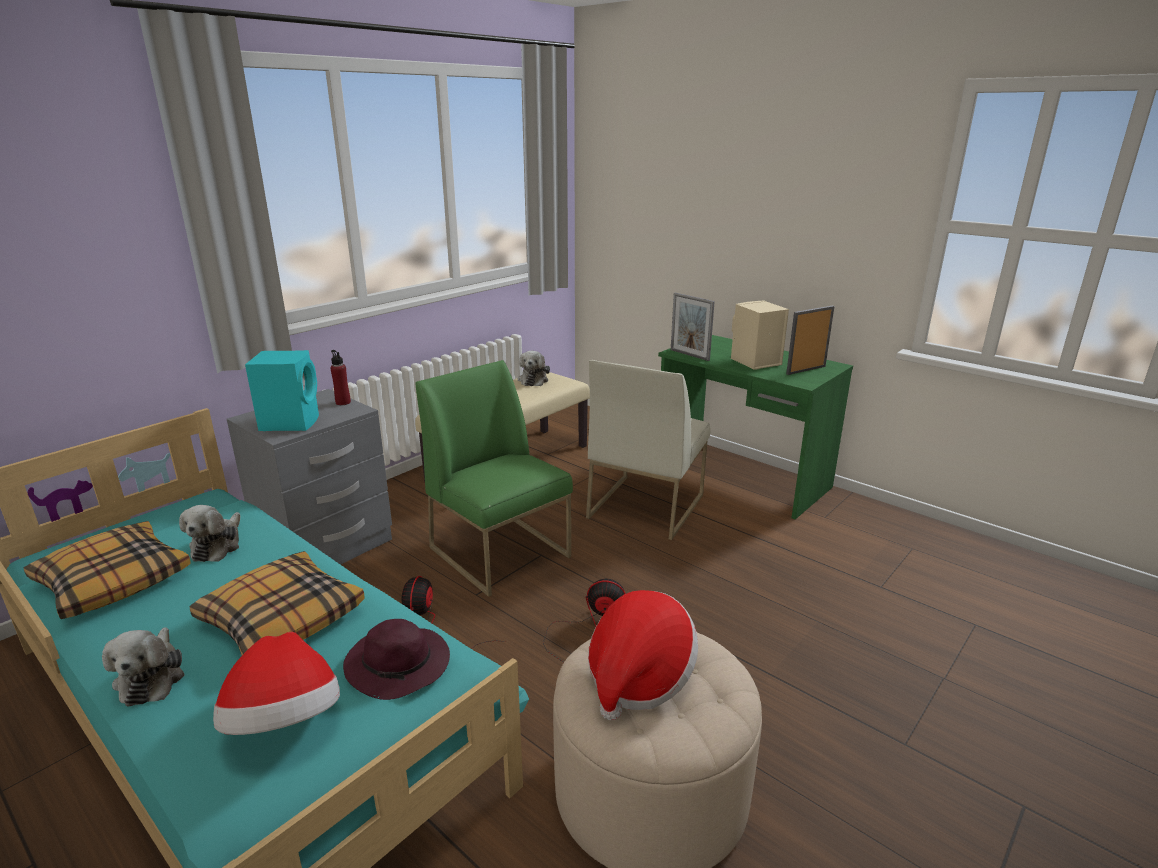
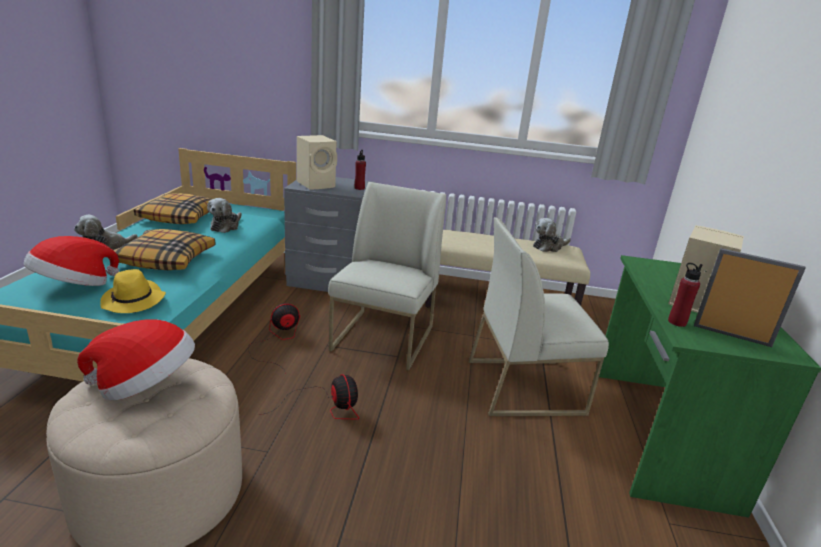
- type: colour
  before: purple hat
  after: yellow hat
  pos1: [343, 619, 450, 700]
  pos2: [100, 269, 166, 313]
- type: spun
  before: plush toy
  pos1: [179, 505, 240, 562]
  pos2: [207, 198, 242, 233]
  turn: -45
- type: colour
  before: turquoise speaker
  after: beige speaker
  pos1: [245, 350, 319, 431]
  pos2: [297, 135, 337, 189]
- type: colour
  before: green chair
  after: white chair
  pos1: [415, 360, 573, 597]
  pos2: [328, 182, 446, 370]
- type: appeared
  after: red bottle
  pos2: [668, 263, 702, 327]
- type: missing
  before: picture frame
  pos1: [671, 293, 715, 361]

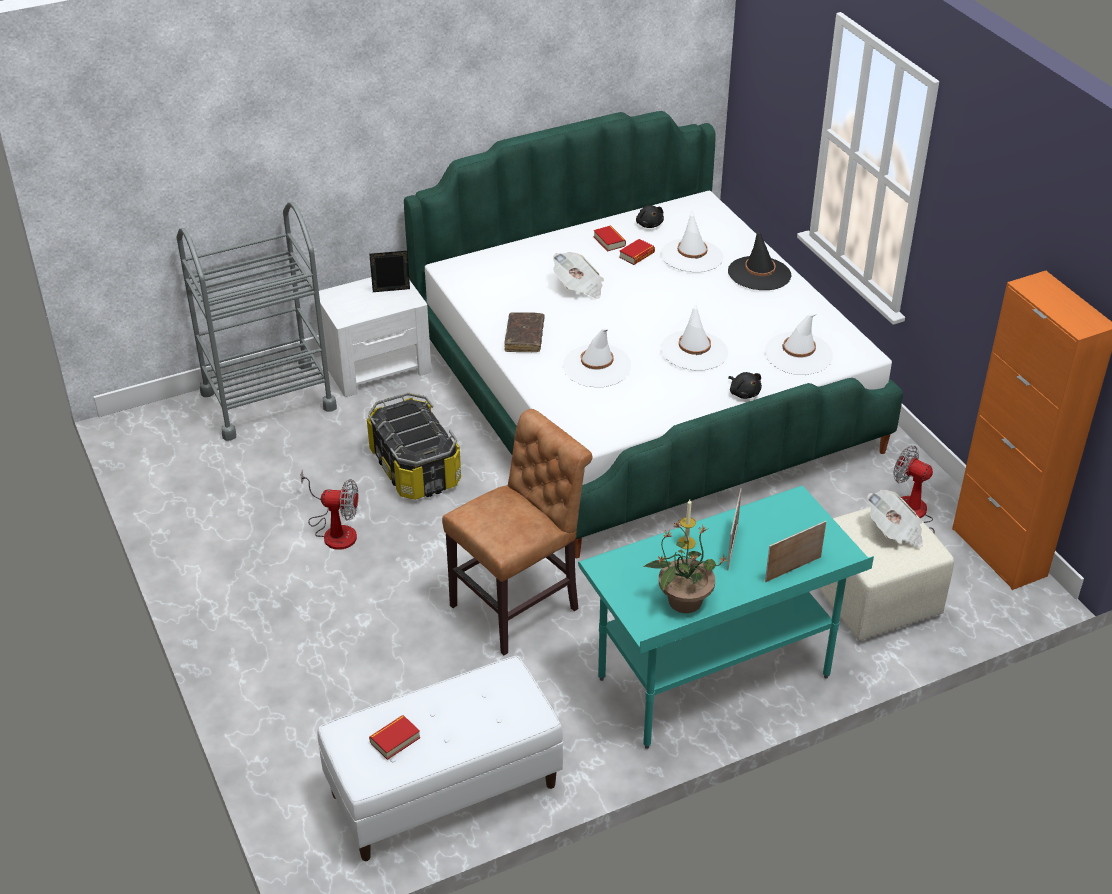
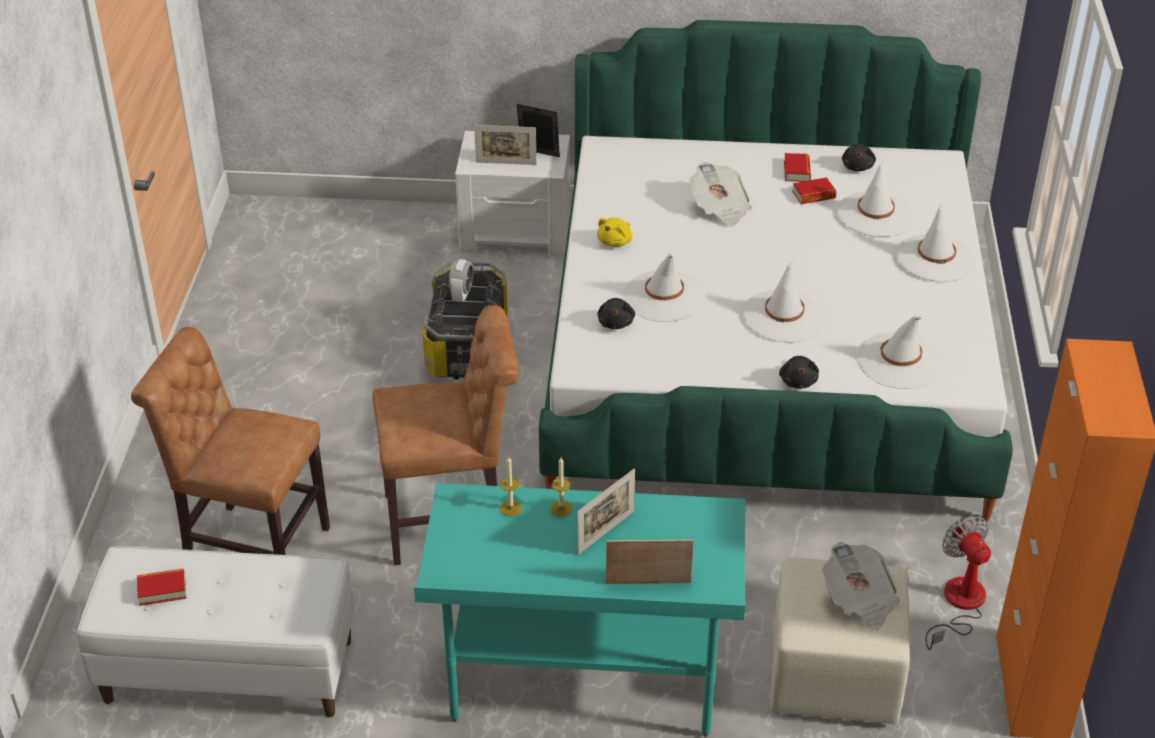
- type: appeared
  after: brown chair
  pos2: [131, 327, 330, 555]
- type: appeared
  after: alarm clock
  pos2: [449, 259, 473, 302]
- type: appeared
  after: picture frame
  pos2: [474, 125, 537, 165]
- type: appeared
  after: candle
  pos2: [500, 457, 522, 516]
- type: exchanged
  before: brown book
  after: yellow plush toy
  pos1: [504, 312, 544, 352]
  pos2: [597, 217, 633, 247]
- type: appeared
  after: black plush toy
  pos2: [597, 298, 635, 329]
- type: colour
  before: black hat
  after: white hat
  pos1: [728, 229, 791, 290]
  pos2: [896, 202, 976, 282]
- type: missing
  before: grey cart
  pos1: [177, 202, 337, 441]
- type: missing
  before: fan
  pos1: [300, 469, 358, 550]
- type: missing
  before: potted plant
  pos1: [643, 520, 728, 613]

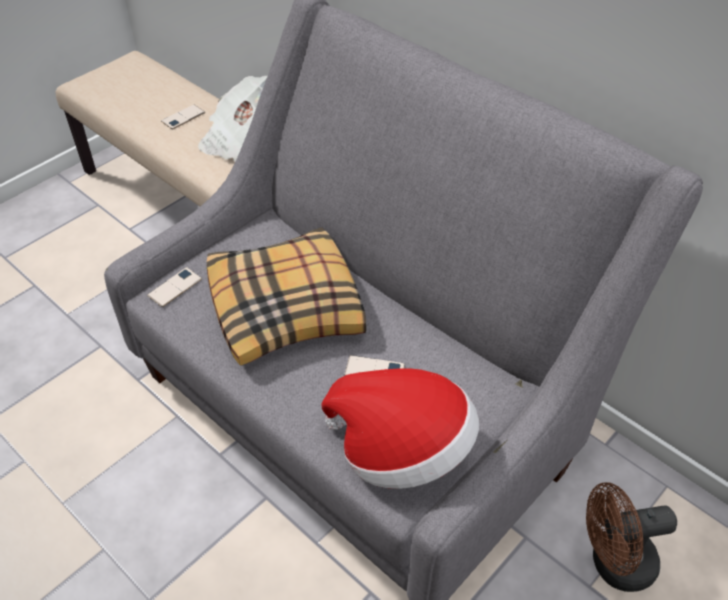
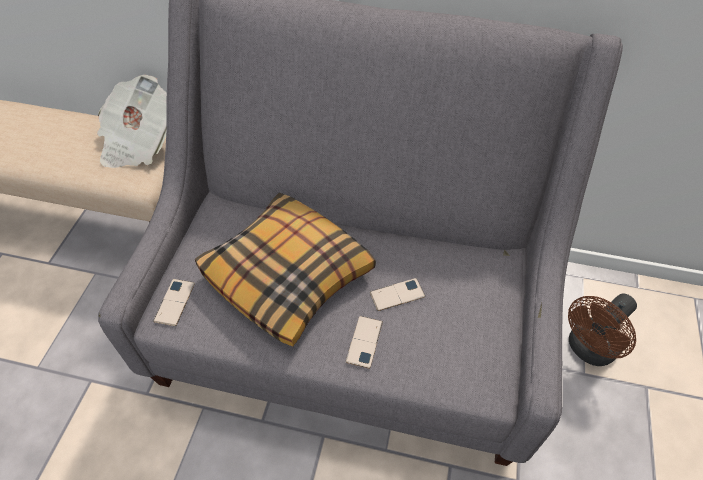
- type: relocated
  before: phone
  pos1: [161, 105, 205, 129]
  pos2: [346, 316, 383, 369]
- type: missing
  before: hat
  pos1: [321, 368, 479, 489]

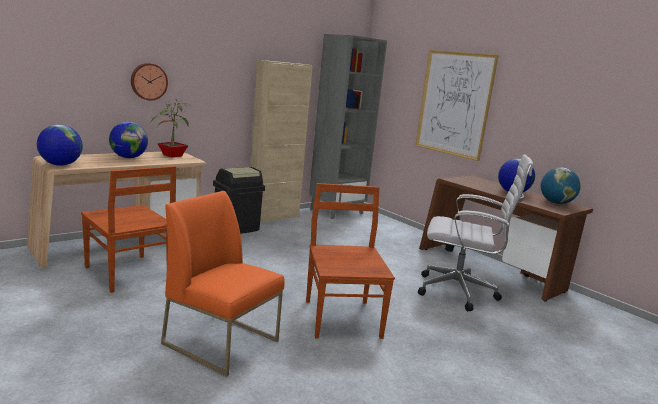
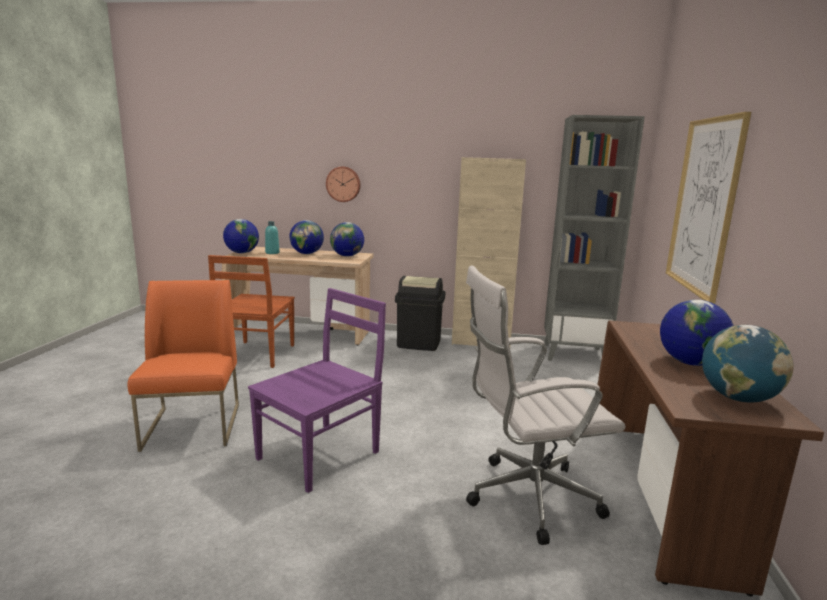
- type: colour
  before: brown chair
  after: purple chair
  pos1: [306, 183, 395, 339]
  pos2: [248, 288, 386, 493]
- type: appeared
  after: turquoise bottle
  pos2: [265, 221, 279, 254]
- type: exchanged
  before: potted plant
  after: globe
  pos1: [151, 100, 190, 157]
  pos2: [330, 222, 364, 257]
- type: spun
  before: white office chair
  pos1: [418, 154, 533, 311]
  pos2: [466, 265, 626, 545]
  turn: 105

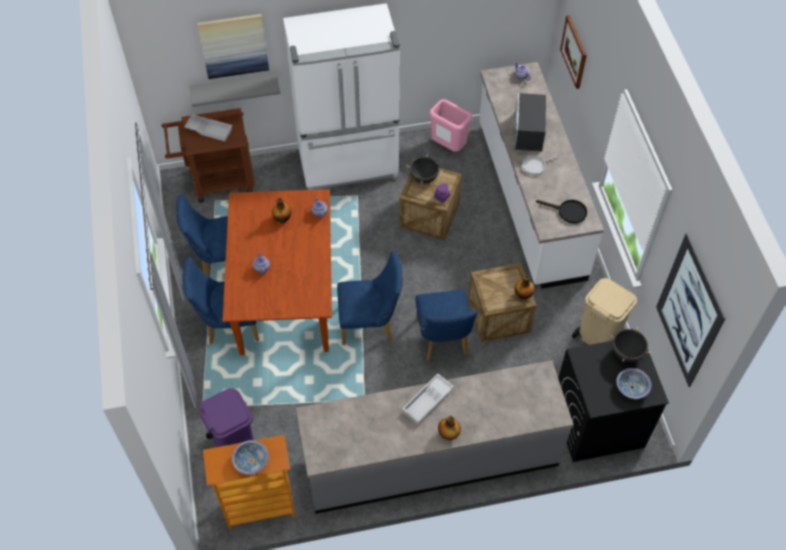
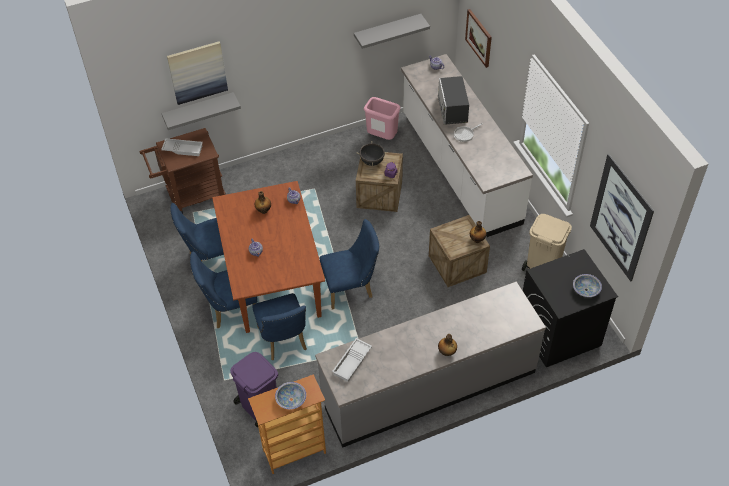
- type: relocated
  before: blue chair
  pos1: [415, 290, 478, 360]
  pos2: [252, 293, 307, 360]
- type: relocated
  before: white tray
  pos1: [402, 373, 454, 424]
  pos2: [332, 338, 372, 382]
- type: appeared
  after: grey shelf
  pos2: [354, 14, 430, 49]
- type: missing
  before: white fridge
  pos1: [283, 3, 400, 190]
- type: missing
  before: black frying pan
  pos1: [536, 200, 587, 223]
- type: missing
  before: black cooking pot
  pos1: [610, 327, 651, 362]

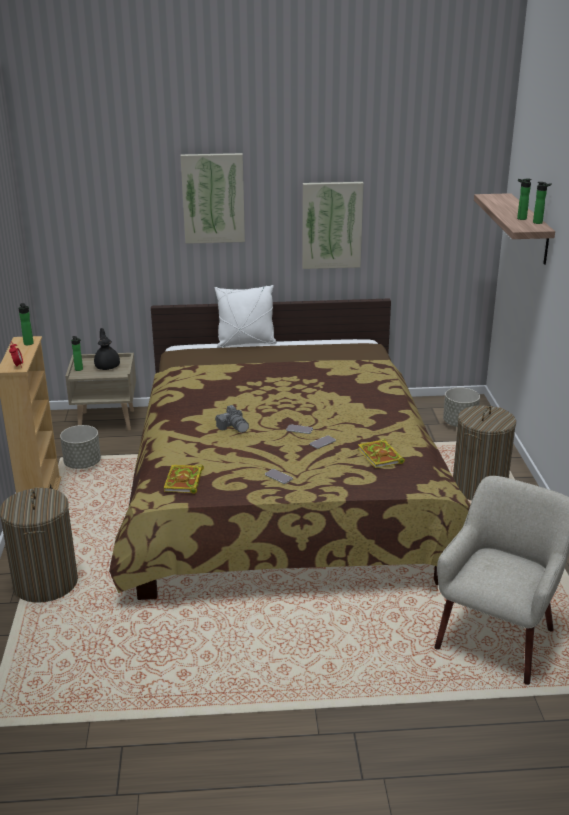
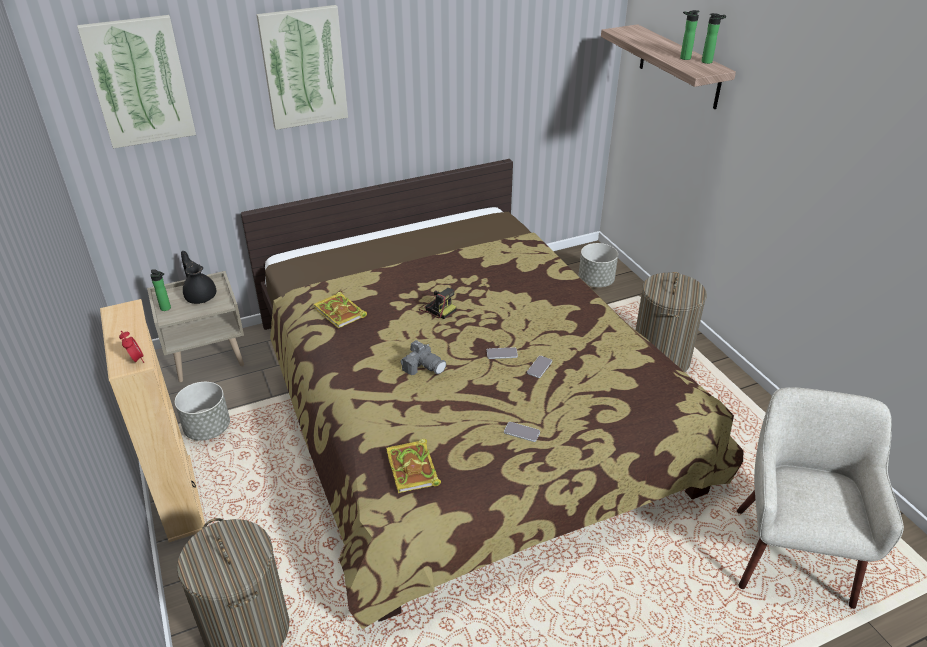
- type: relocated
  before: picture
  pos1: [302, 182, 363, 269]
  pos2: [77, 15, 196, 149]
- type: relocated
  before: book
  pos1: [358, 438, 405, 468]
  pos2: [314, 292, 367, 328]
- type: appeared
  after: photo camera
  pos2: [419, 288, 456, 319]
- type: missing
  before: bottle
  pos1: [18, 303, 34, 345]
- type: missing
  before: white pillow
  pos1: [215, 285, 277, 348]

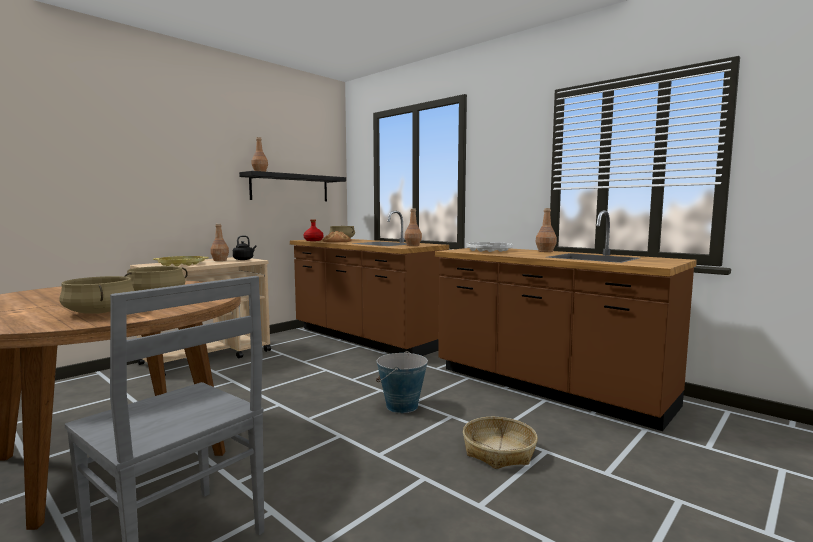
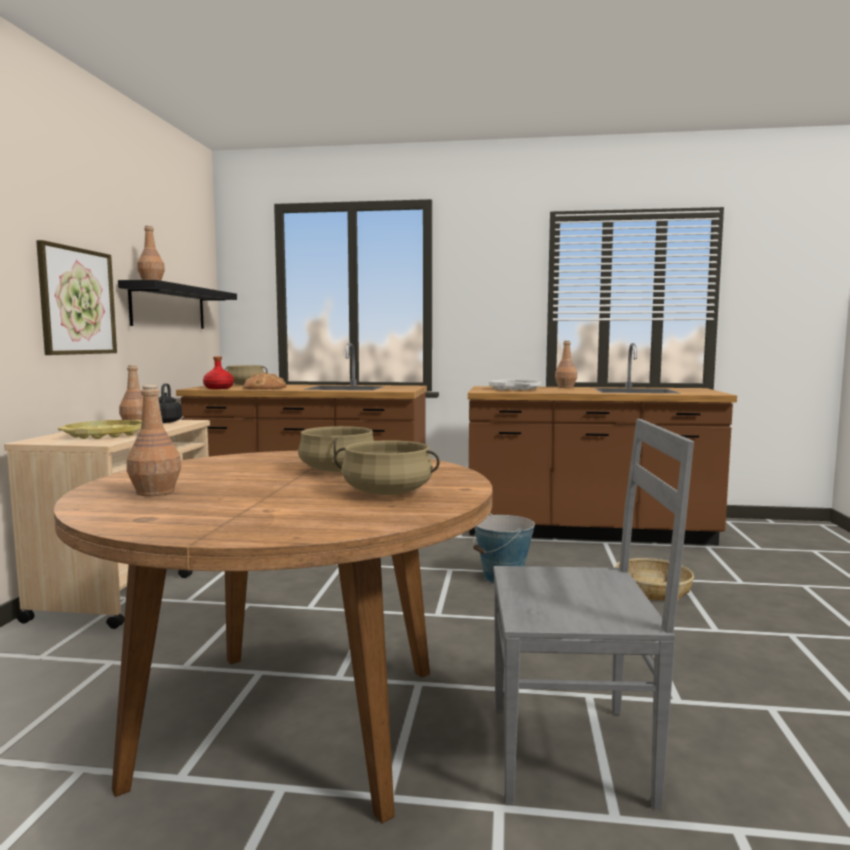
- type: appeared
  after: picture
  pos2: [36, 240, 117, 355]
- type: relocated
  before: brown bottle
  pos1: [405, 208, 422, 246]
  pos2: [127, 385, 181, 496]

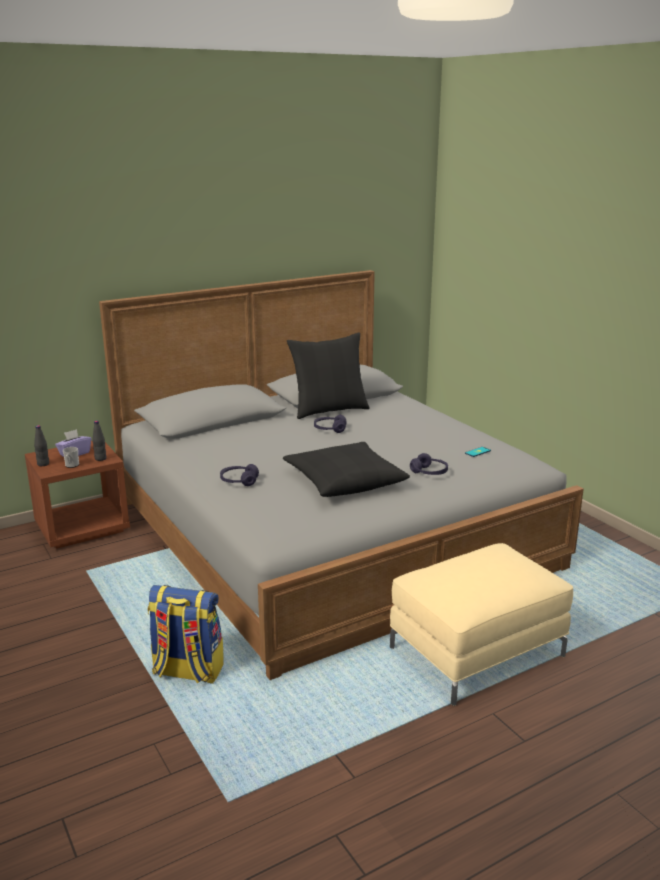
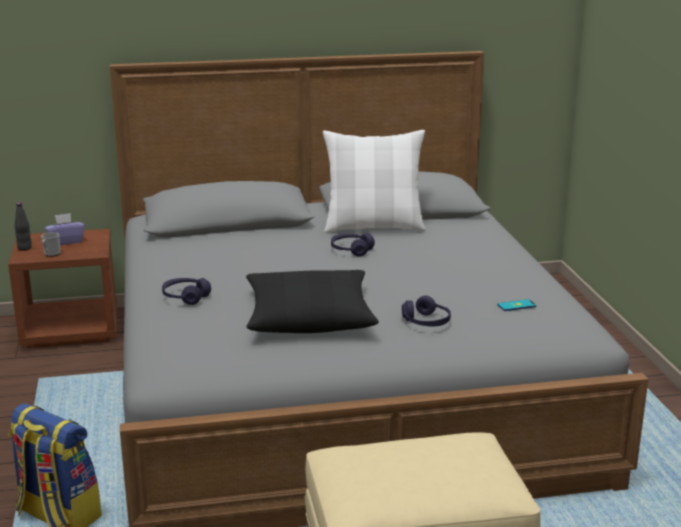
- type: colour
  before: black pillow
  after: white pillow
  pos1: [287, 332, 370, 419]
  pos2: [323, 130, 426, 233]
- type: missing
  before: black bottle
  pos1: [92, 420, 106, 461]

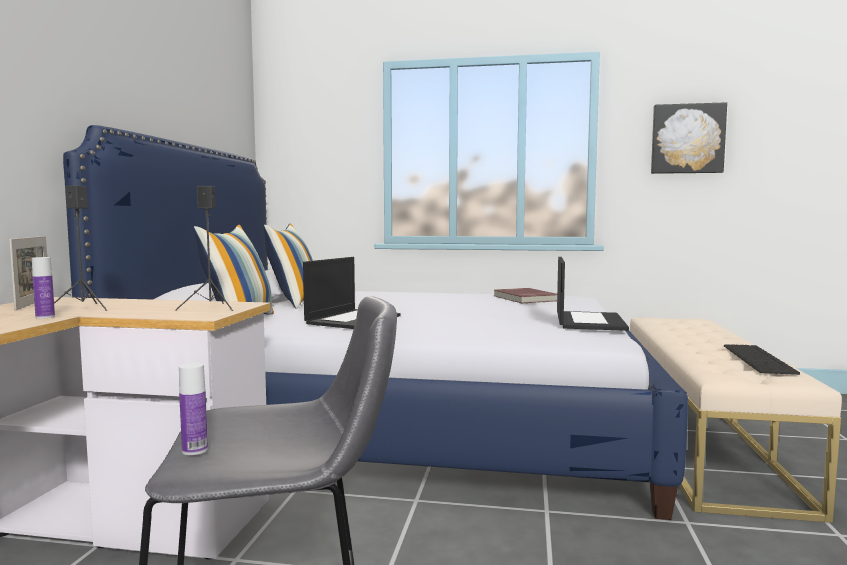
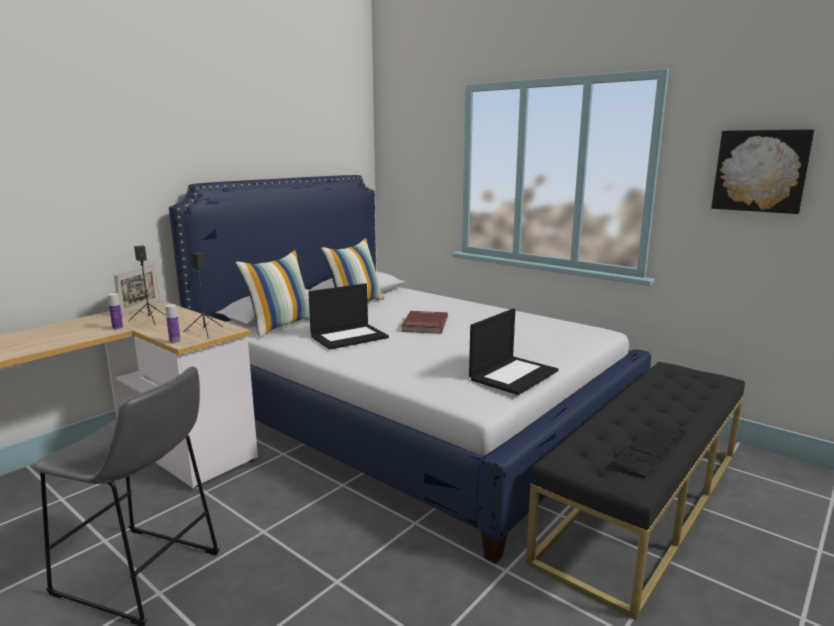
- type: relocated
  before: bottle
  pos1: [179, 363, 208, 455]
  pos2: [165, 304, 181, 344]
- type: relocated
  before: red book
  pos1: [494, 288, 557, 303]
  pos2: [401, 311, 448, 334]
- type: colour
  before: beige bench
  after: black bench
  pos1: [630, 317, 842, 523]
  pos2: [526, 362, 745, 620]

